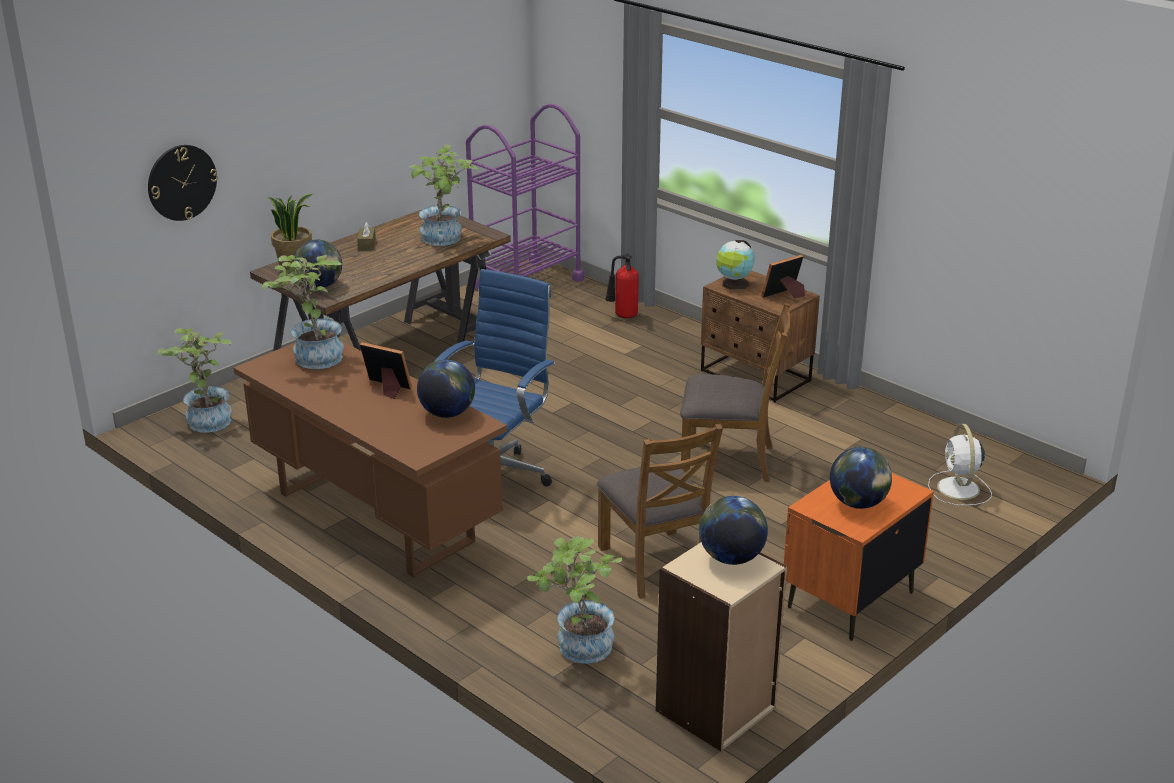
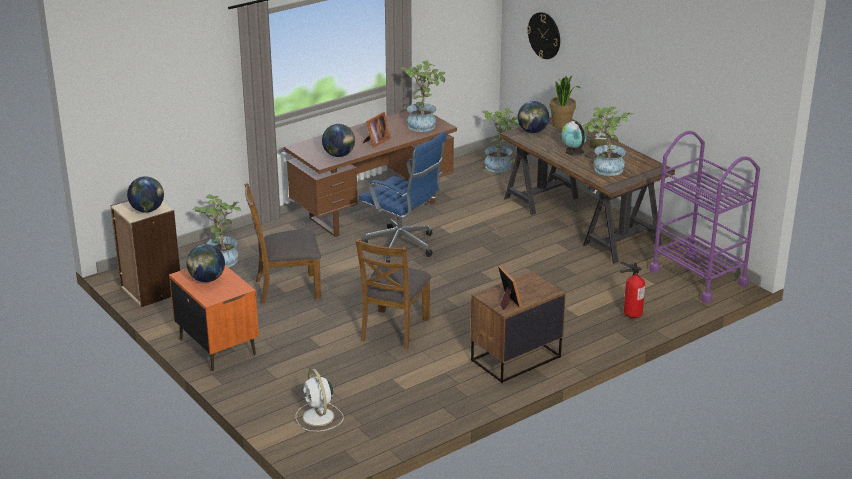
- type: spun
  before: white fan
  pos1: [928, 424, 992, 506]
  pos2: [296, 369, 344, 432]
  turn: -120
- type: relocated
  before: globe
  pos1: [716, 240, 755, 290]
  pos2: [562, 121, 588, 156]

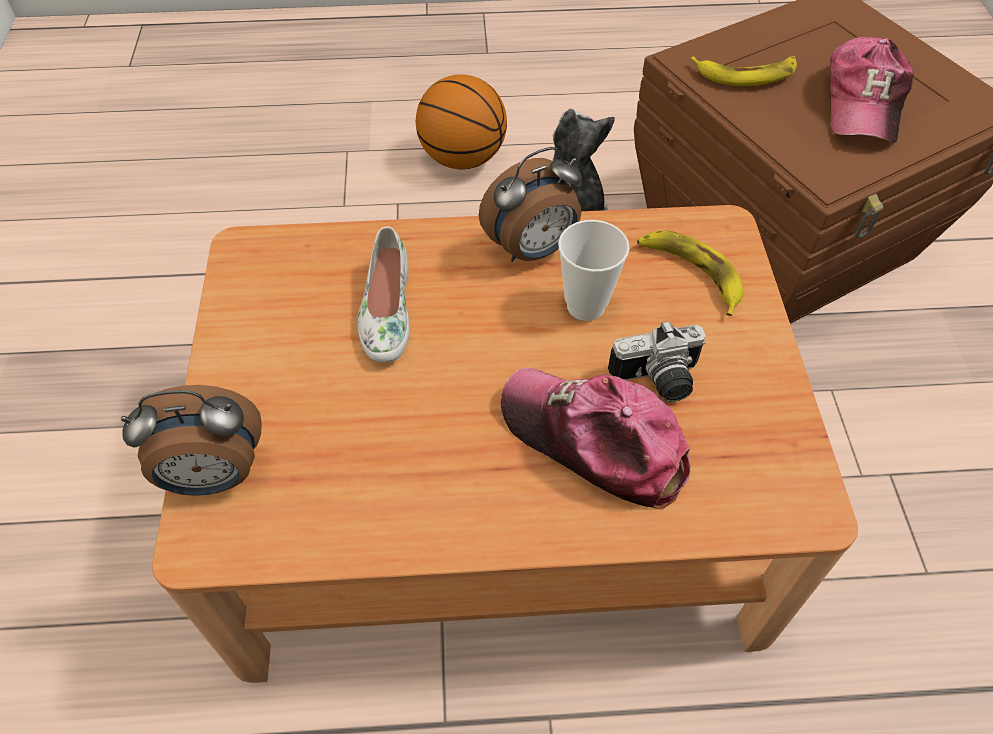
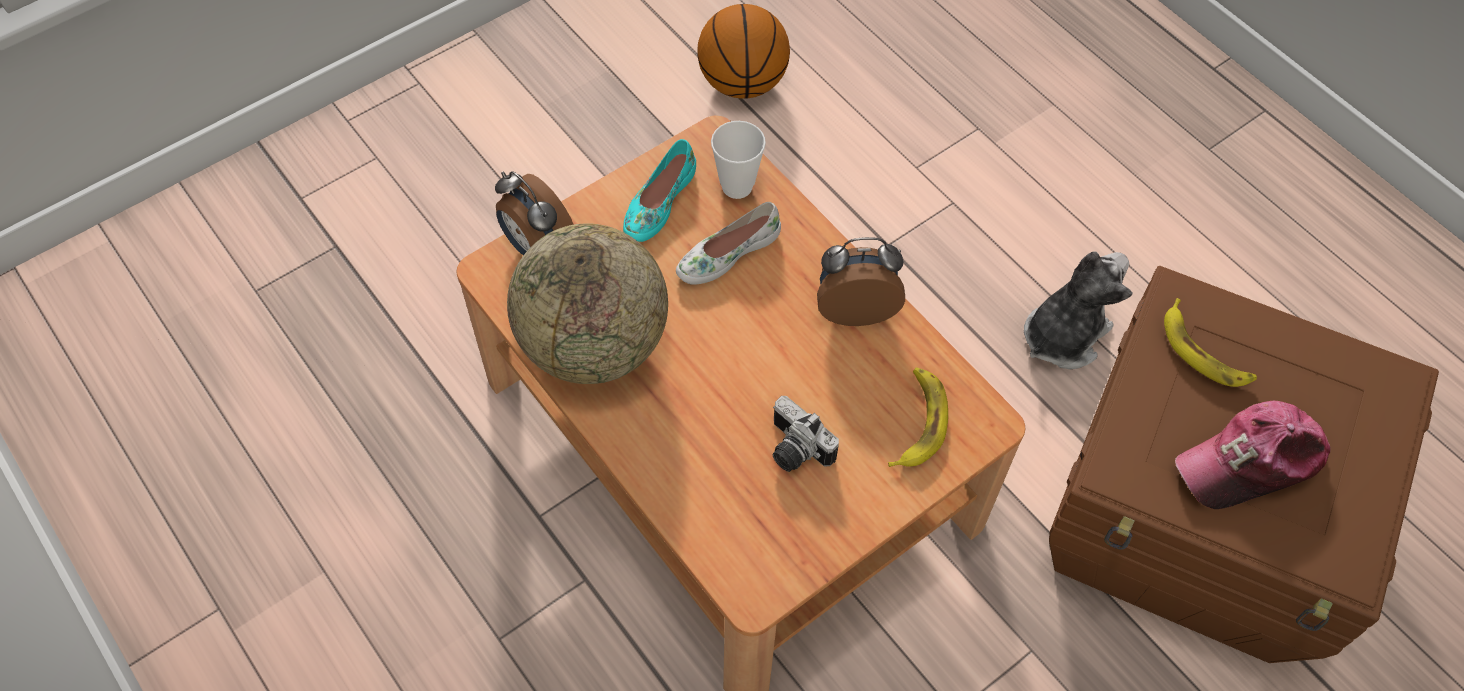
- type: appeared
  after: globe
  pos2: [507, 223, 668, 384]
- type: appeared
  after: turquoise shoe
  pos2: [623, 139, 696, 242]
- type: relocated
  before: basketball
  pos1: [416, 74, 507, 169]
  pos2: [697, 4, 790, 99]
- type: relocated
  before: cup
  pos1: [558, 220, 630, 321]
  pos2: [711, 121, 766, 199]
- type: spun
  before: alarm clock
  pos1: [479, 147, 582, 262]
  pos2: [817, 237, 905, 326]
  turn: 150
- type: missing
  before: cap
  pos1: [501, 368, 691, 510]

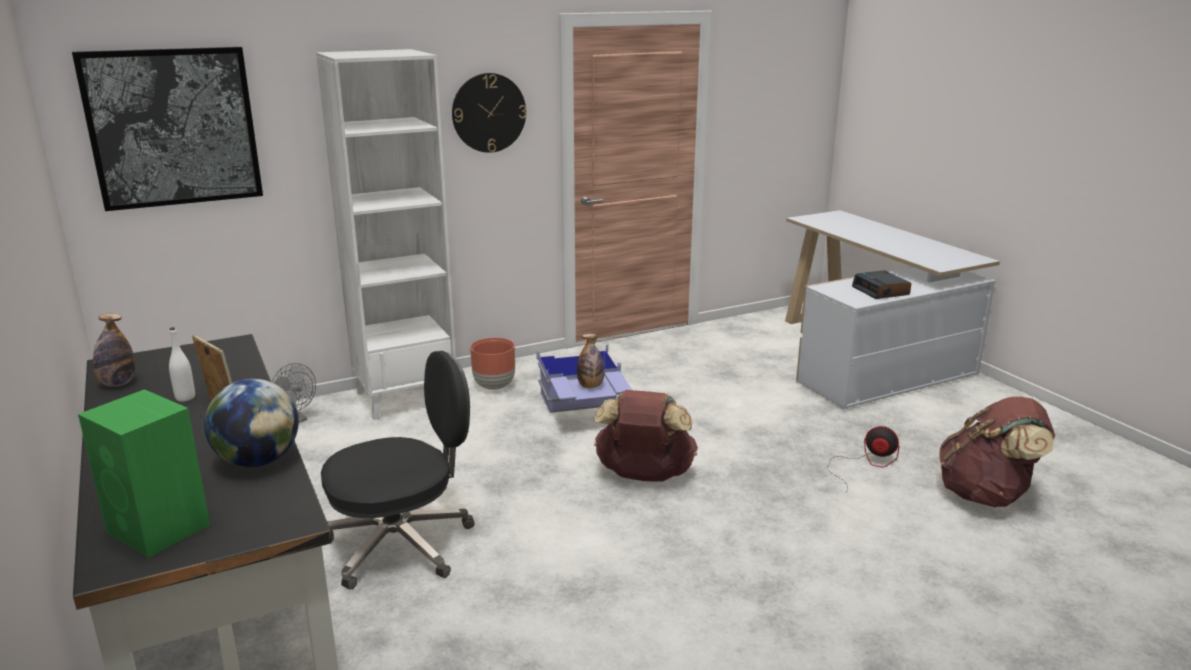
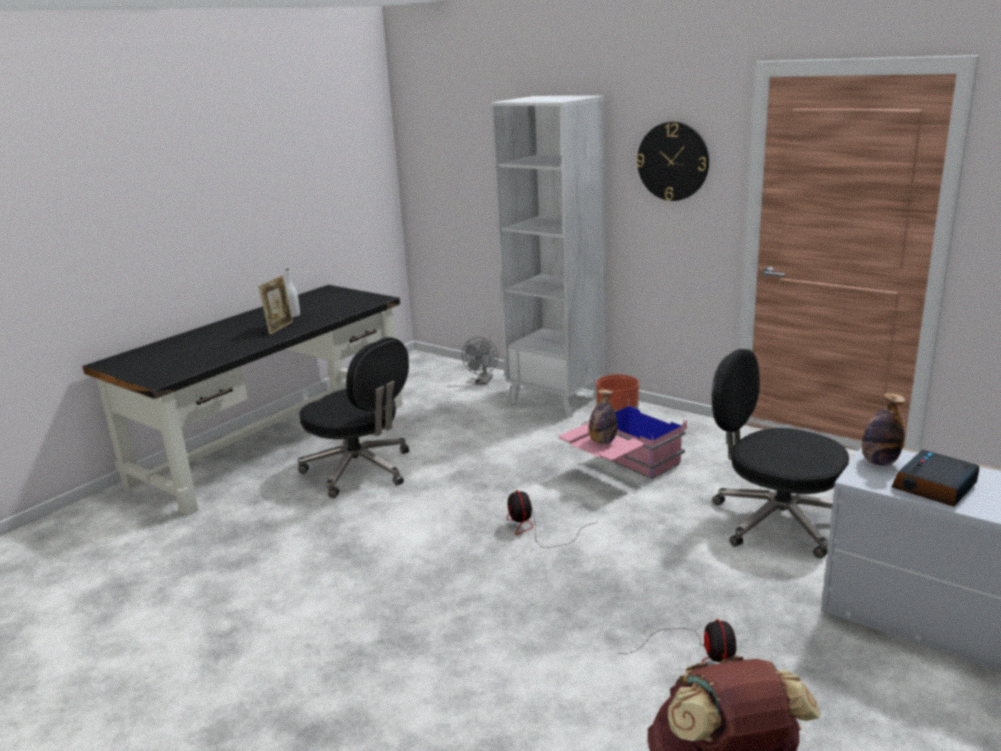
- type: exchanged
  before: brown backpack
  after: fan
  pos1: [594, 390, 698, 482]
  pos2: [507, 490, 598, 548]
- type: colour
  before: blue storage box
  after: pink storage box
  pos1: [536, 344, 632, 413]
  pos2: [559, 399, 687, 479]
- type: appeared
  after: black office chair
  pos2: [712, 349, 849, 559]
- type: relocated
  before: bottle
  pos1: [93, 314, 135, 387]
  pos2: [862, 393, 905, 466]
- type: missing
  before: picture
  pos1: [72, 47, 263, 211]
- type: missing
  before: green speaker
  pos1: [78, 389, 210, 558]
- type: missing
  before: globe
  pos1: [204, 379, 299, 467]

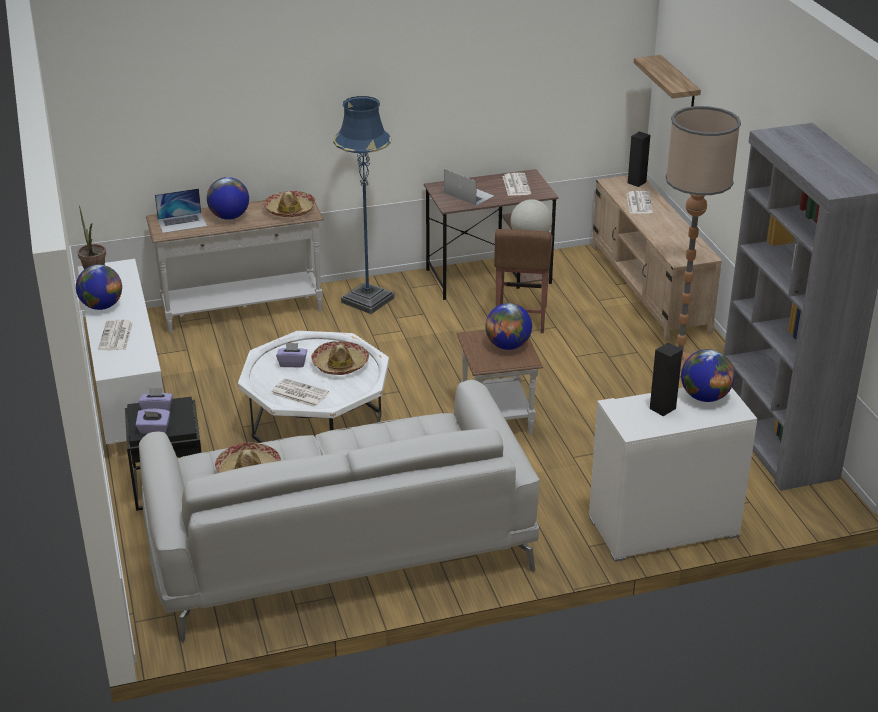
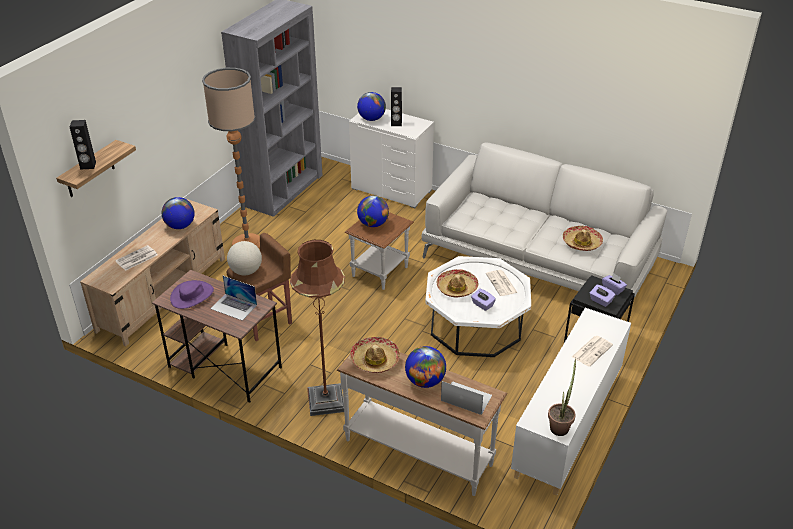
- type: relocated
  before: black speaker
  pos1: [628, 132, 650, 187]
  pos2: [69, 120, 96, 170]
- type: relocated
  before: globe
  pos1: [76, 265, 122, 310]
  pos2: [162, 197, 195, 229]
- type: exchanged
  before: newspaper
  after: purple hat
  pos1: [502, 173, 531, 196]
  pos2: [170, 280, 214, 309]
- type: spun
  before: laptop
  pos1: [444, 169, 494, 206]
  pos2: [211, 276, 257, 321]
  turn: -60
- type: colour
  before: blue floor lamp
  after: brown floor lamp
  pos1: [333, 96, 394, 314]
  pos2: [290, 240, 345, 416]

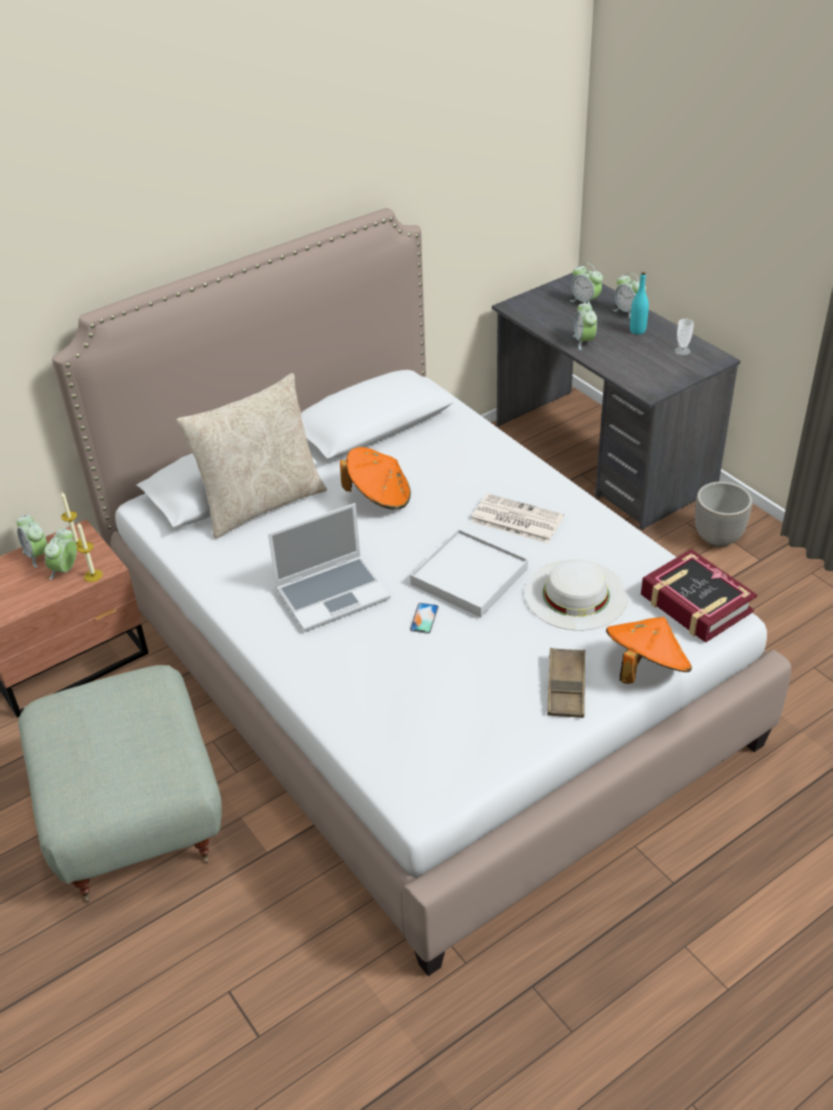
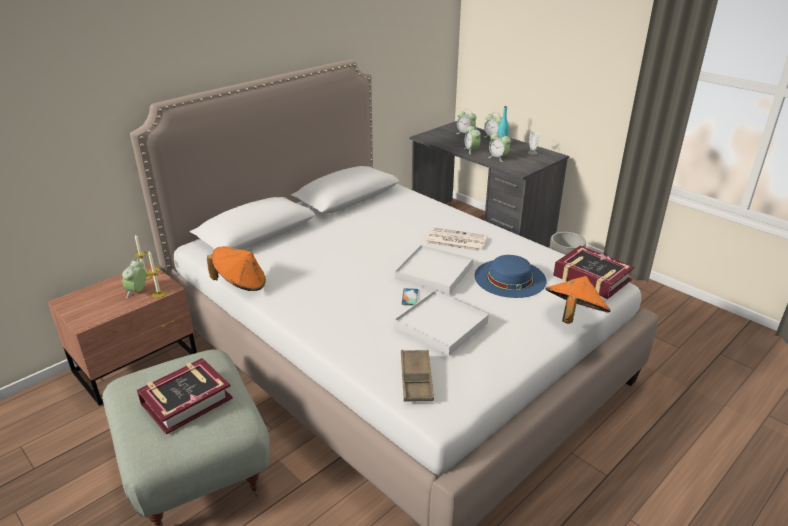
- type: appeared
  after: book
  pos2: [137, 358, 232, 434]
- type: relocated
  before: orange hat
  pos1: [340, 447, 411, 509]
  pos2: [207, 246, 266, 291]
- type: appeared
  after: white tray
  pos2: [394, 291, 489, 356]
- type: relocated
  before: brown tray
  pos1: [547, 648, 585, 718]
  pos2: [401, 350, 434, 402]
- type: colour
  before: white hat
  after: blue hat
  pos1: [525, 559, 628, 630]
  pos2: [474, 255, 546, 298]
- type: relocated
  before: alarm clock
  pos1: [17, 515, 48, 568]
  pos2: [488, 131, 511, 162]
- type: missing
  before: beige pillow
  pos1: [177, 373, 327, 539]
- type: missing
  before: laptop
  pos1: [268, 503, 390, 631]

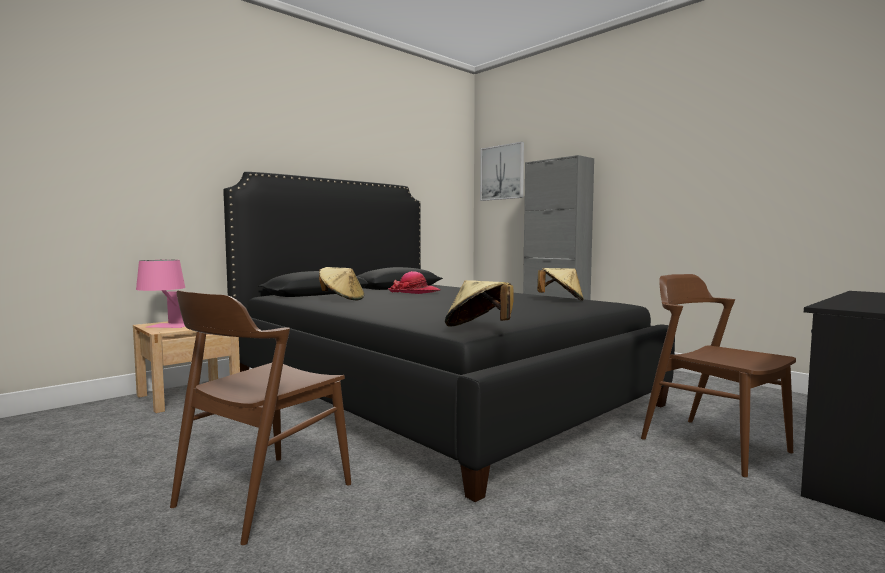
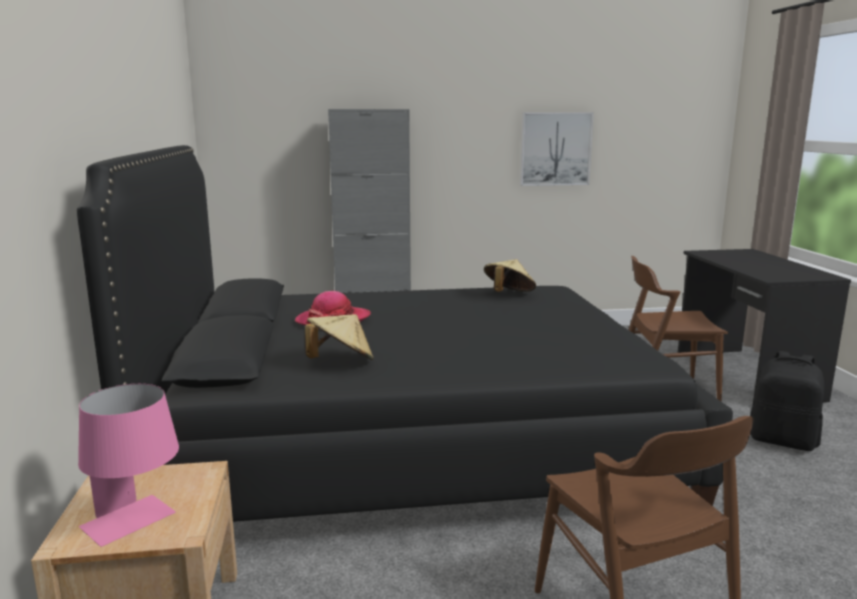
- type: relocated
  before: picture
  pos1: [480, 142, 524, 201]
  pos2: [520, 112, 594, 186]
- type: appeared
  after: black backpack
  pos2: [750, 351, 824, 451]
- type: missing
  before: beige hat
  pos1: [445, 280, 514, 327]

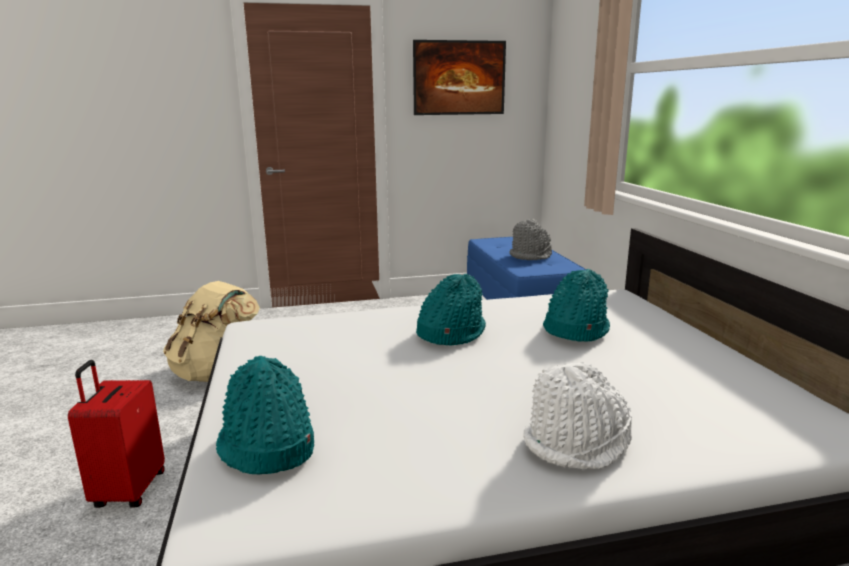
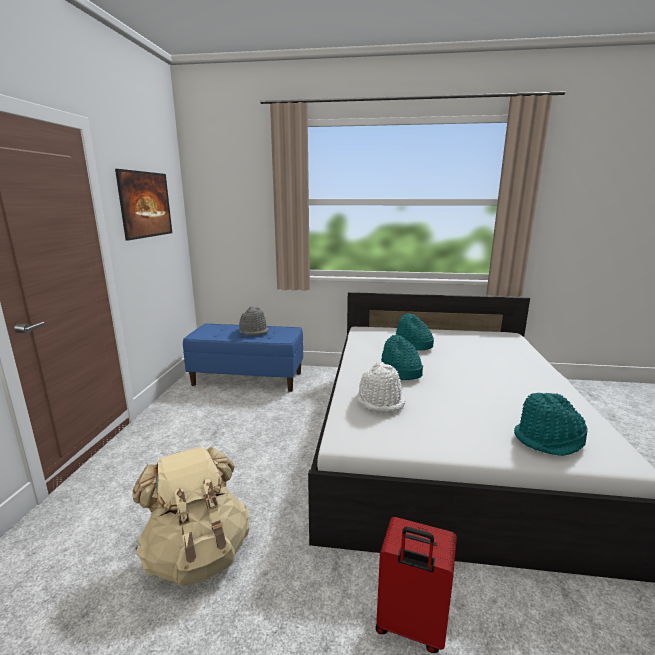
- type: relocated
  before: white hat
  pos1: [524, 362, 632, 469]
  pos2: [358, 361, 405, 413]

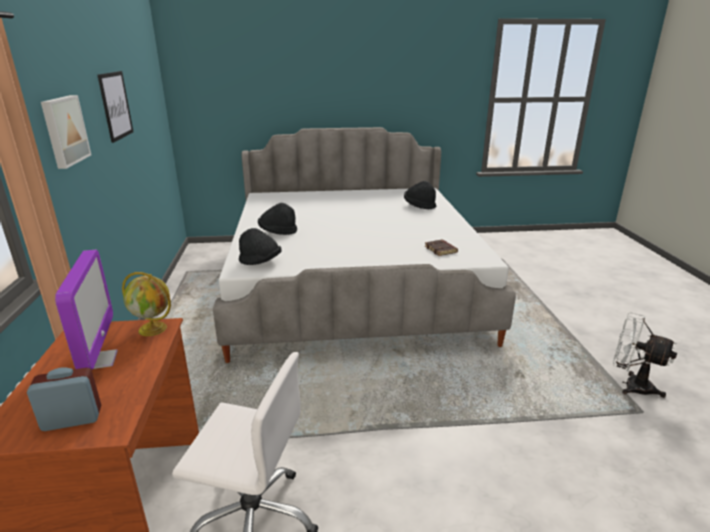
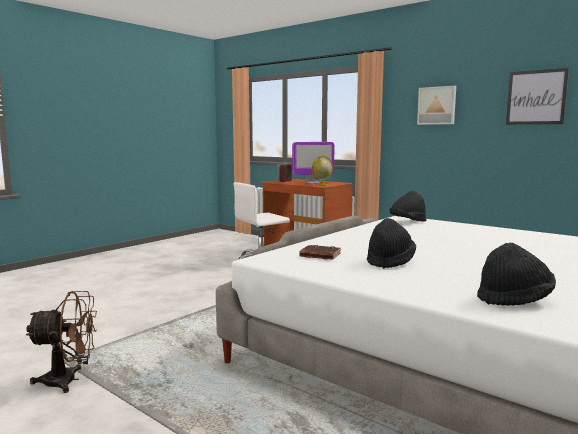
- type: colour
  before: white fan
  after: brown fan
  pos1: [613, 312, 677, 398]
  pos2: [25, 291, 97, 393]
- type: spun
  before: monitor
  pos1: [55, 250, 118, 370]
  pos2: [292, 142, 334, 184]
  turn: -45
- type: relocated
  before: black hat
  pos1: [258, 203, 297, 235]
  pos2: [367, 218, 416, 268]

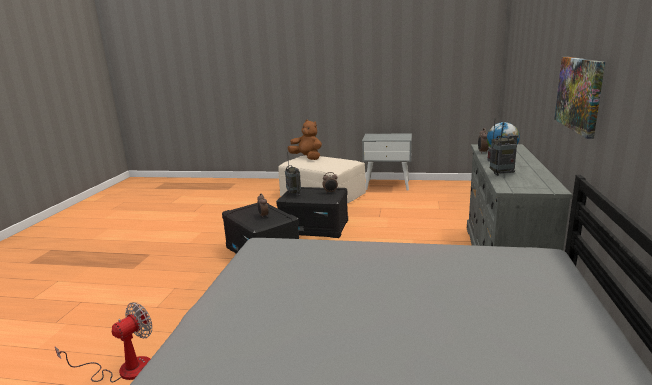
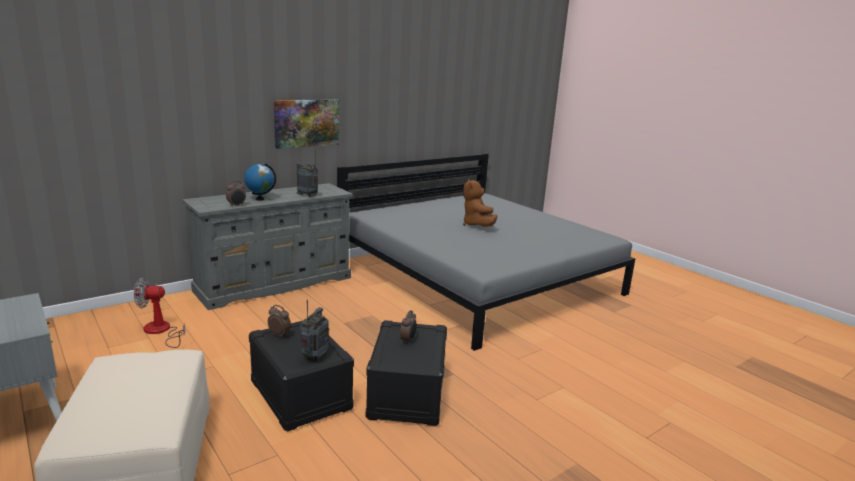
- type: relocated
  before: fan
  pos1: [55, 302, 152, 382]
  pos2: [134, 278, 185, 348]
- type: relocated
  before: brown plush toy
  pos1: [288, 120, 322, 160]
  pos2: [463, 179, 497, 227]

